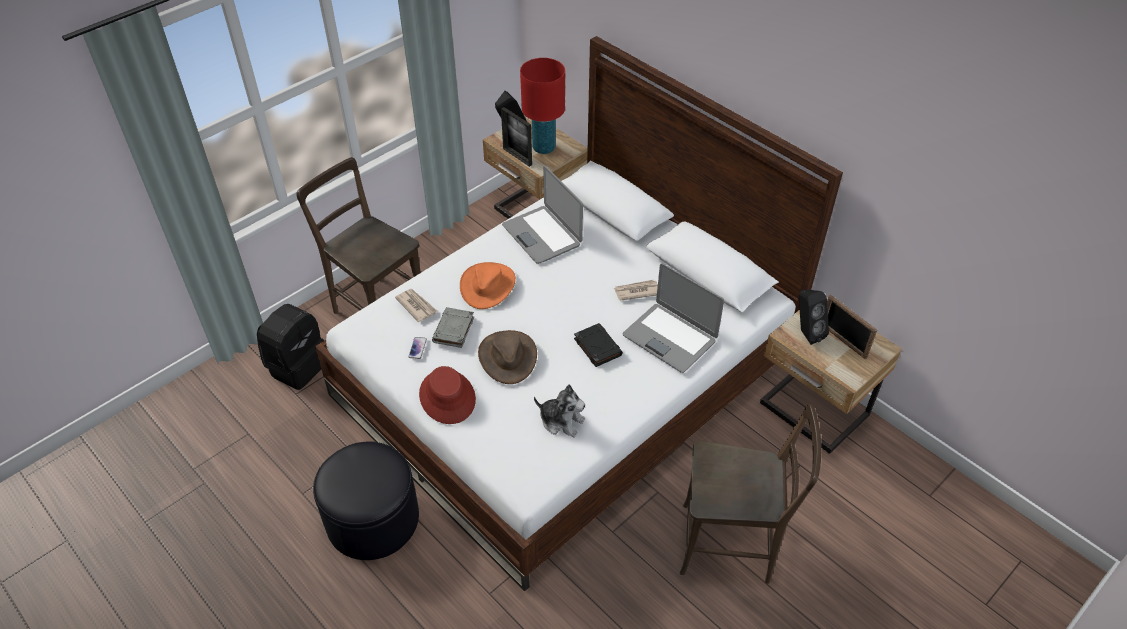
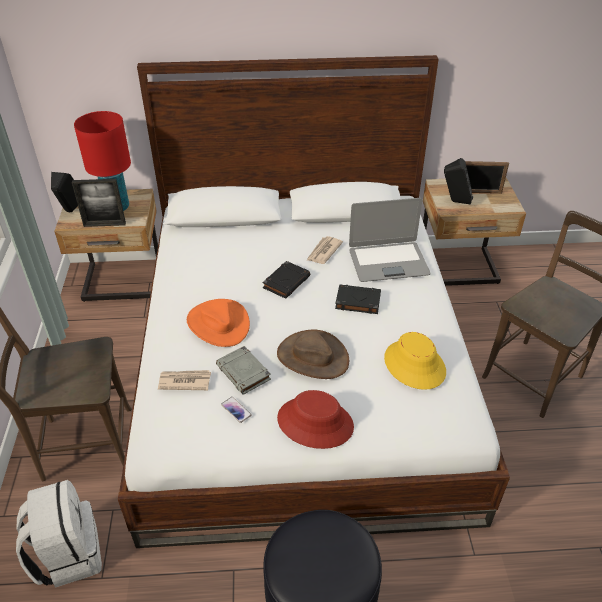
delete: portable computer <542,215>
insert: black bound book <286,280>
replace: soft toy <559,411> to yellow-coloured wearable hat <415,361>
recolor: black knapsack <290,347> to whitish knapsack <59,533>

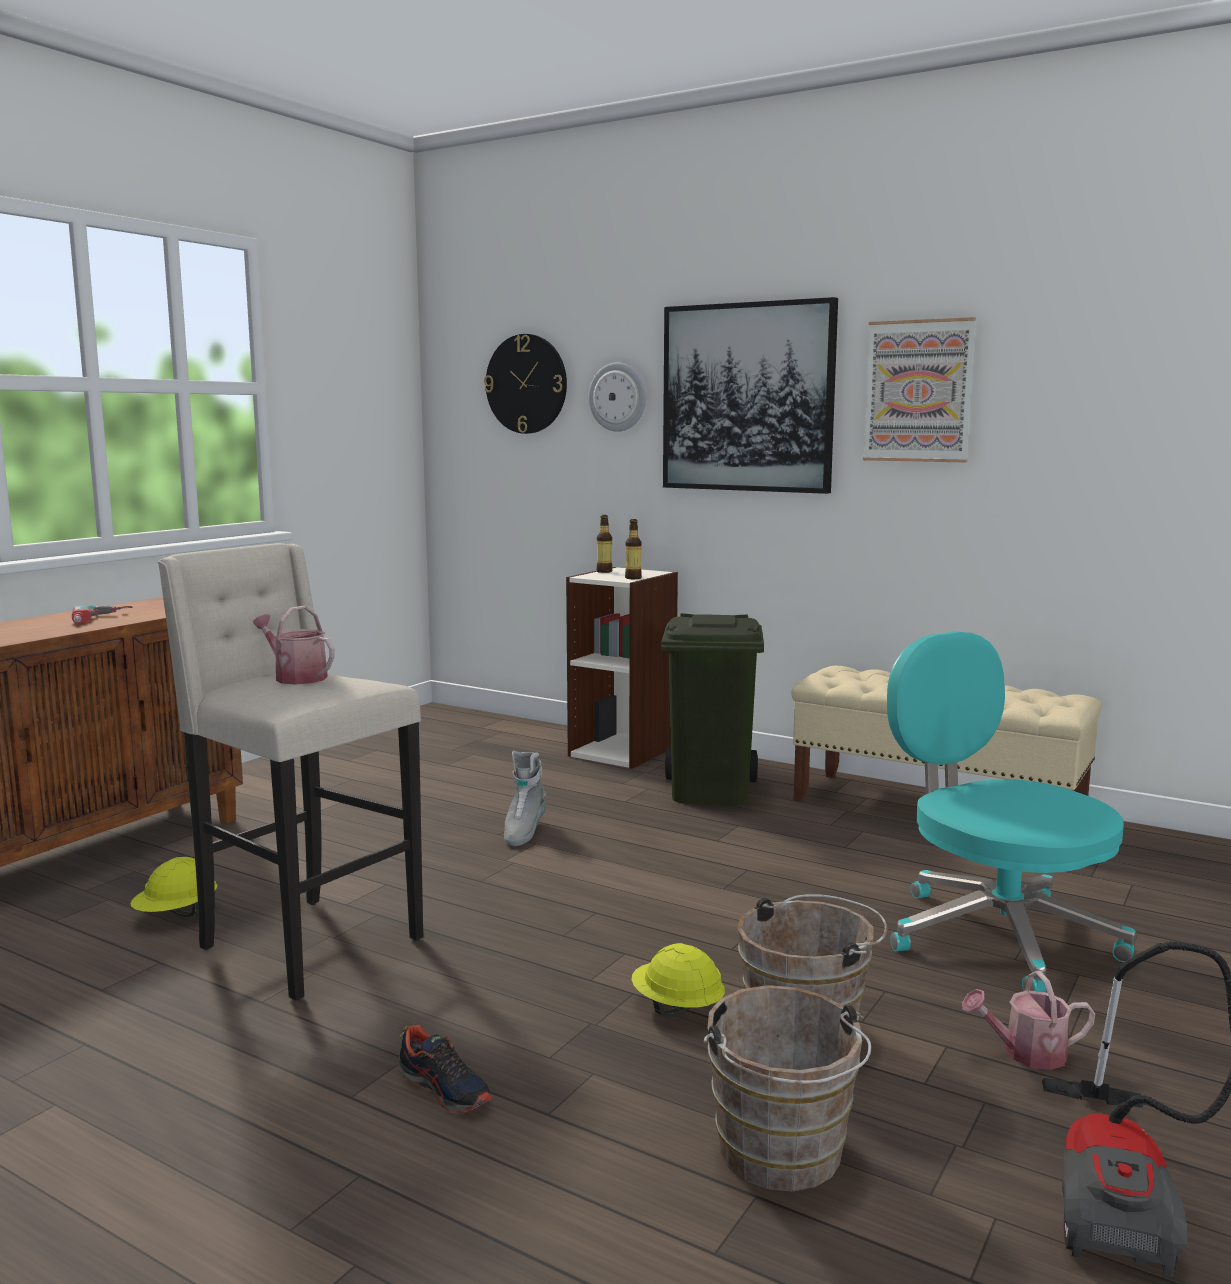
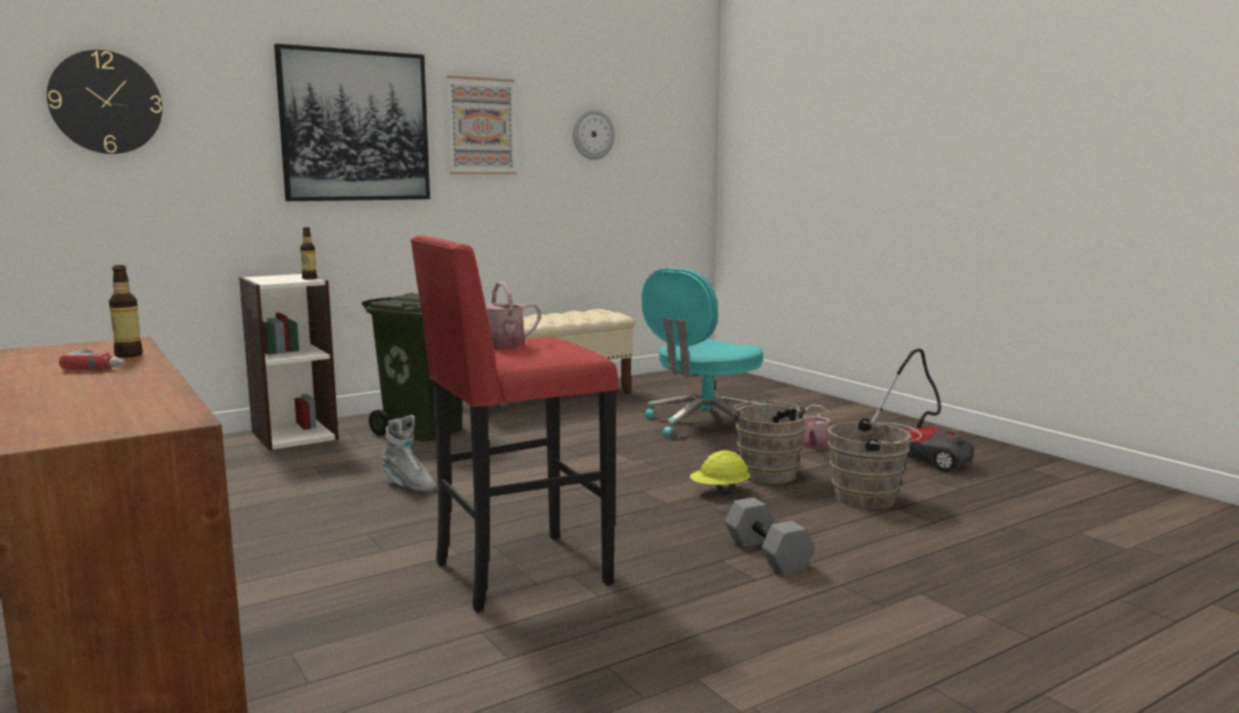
delete: yellow-coloured safety helmet <173,887>
move: beverage bottle <604,544> to <126,311>; wall clock <617,397> to <594,134>
replace: shoe <444,1069> to grey dumbbell <770,536>
recolor: beige stool seat <290,772> to red-coloured stool seat <514,423>
rotate: turquoise-coloured desk chair <1012,811> = <704,353> 45 degrees counterclockwise

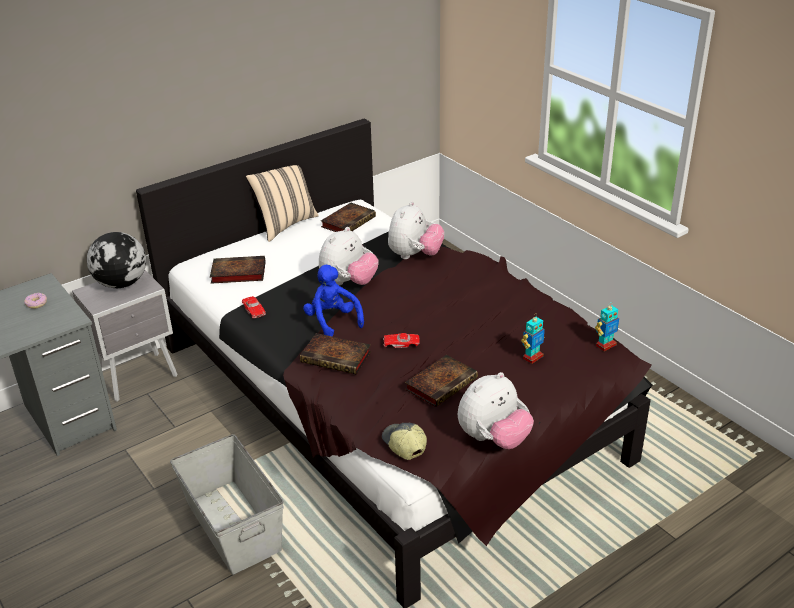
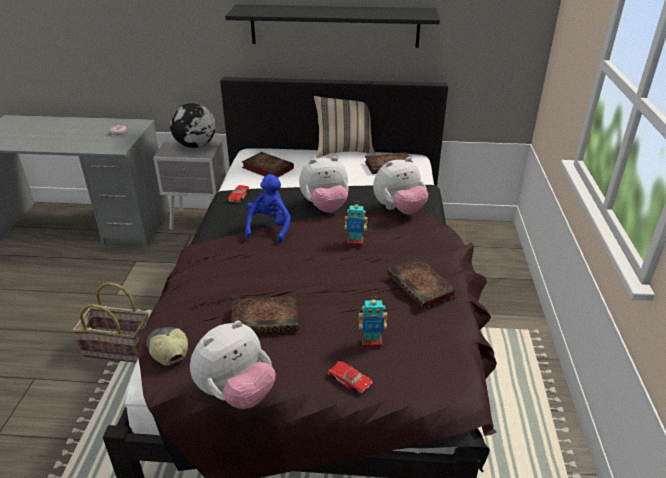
insert: black wall shelf <332,26>
move: red-coloured miniature car <401,340> to <350,377>; robot figure <607,326> to <355,225>; bound book <335,354> to <422,283>
replace: grey storage box <227,504> to household basket <111,322>
rotate: cap <404,441> = <167,346> 45 degrees counterclockwise; soft toy <496,410> = <233,365> 45 degrees counterclockwise

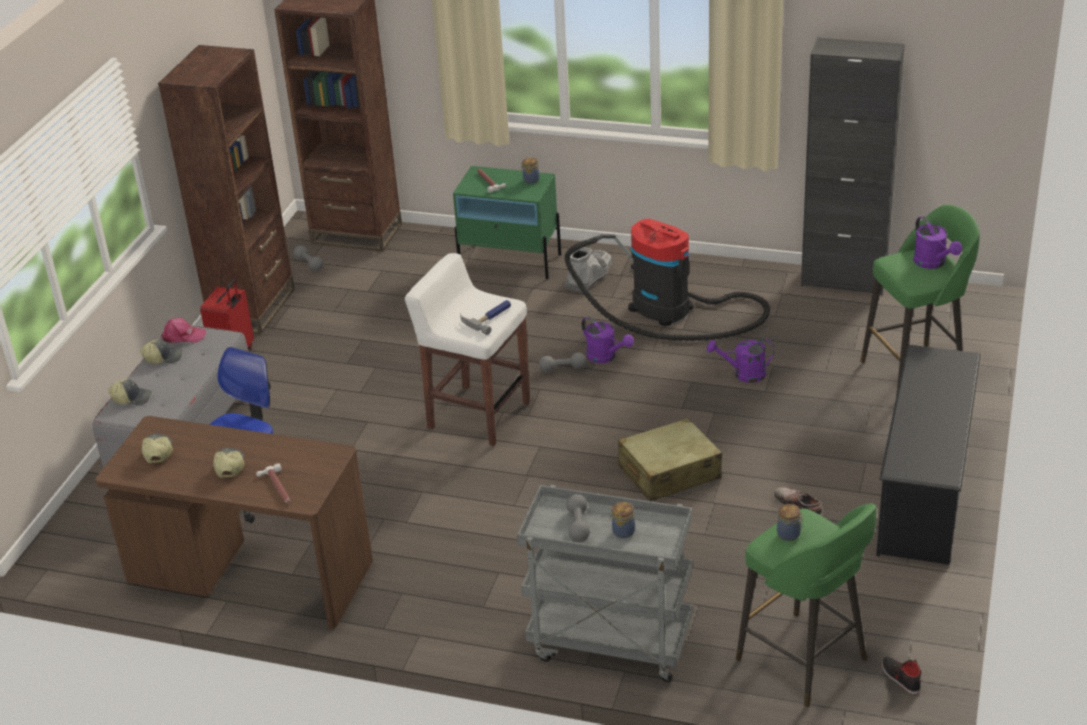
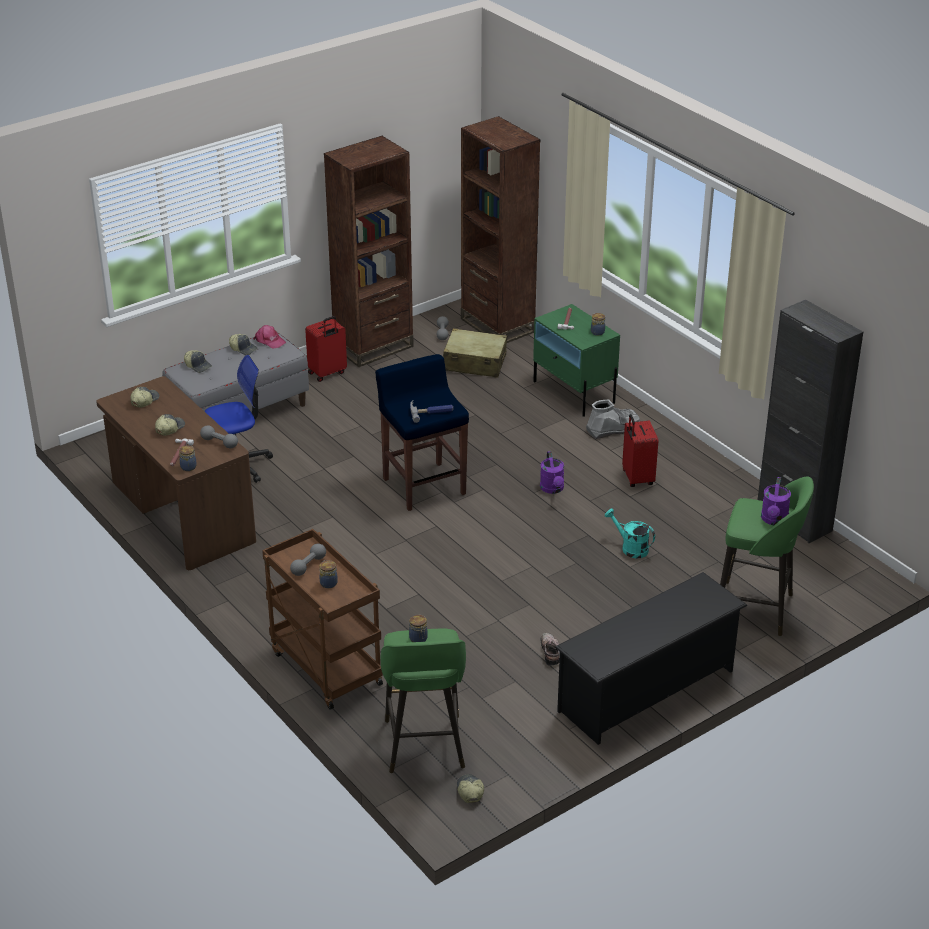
insert: preserve jar <188,458>
move: grey dumbbell <562,362> to <219,436>; beige travel case <670,459> to <475,353>
replace: black shoe <901,675> to cap <470,788>; hoover <667,280> to red-coloured travel case <640,450>
recolor: grey wheeled cart <605,583> to brown wheeled cart <322,619>; whitish stool seat <467,349> to bluish stool seat <422,432>; purple-coloured sprinkling can <741,361> to turquoise-coloured sprinkling can <629,533>

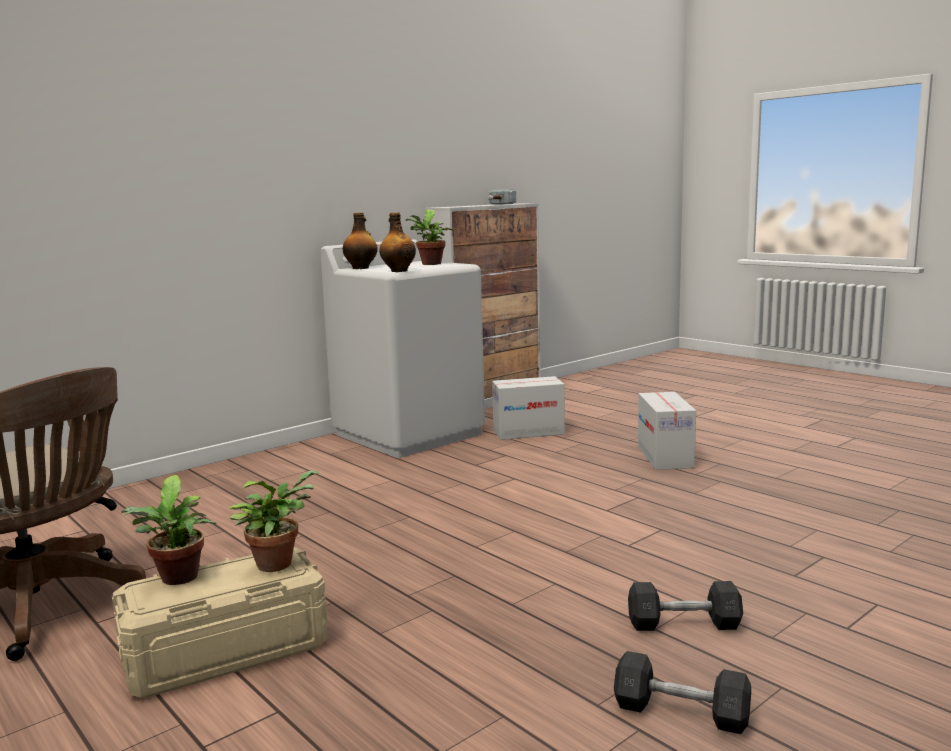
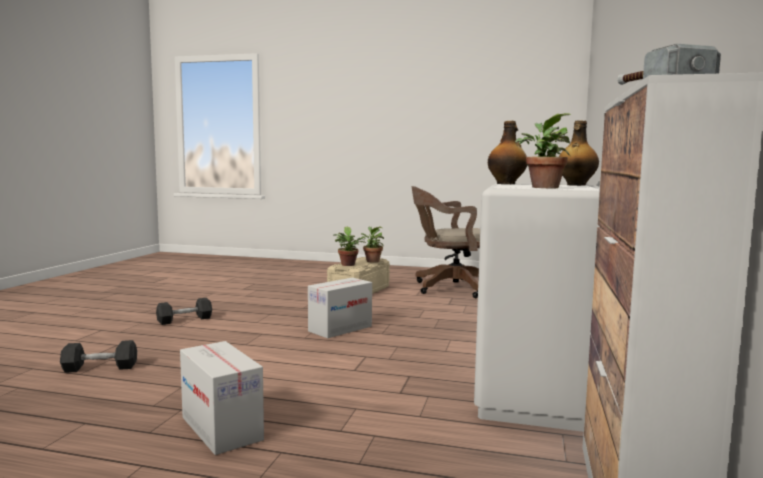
move: grey dumbbell <682,692> to <98,356>; carton <528,408> to <340,308>

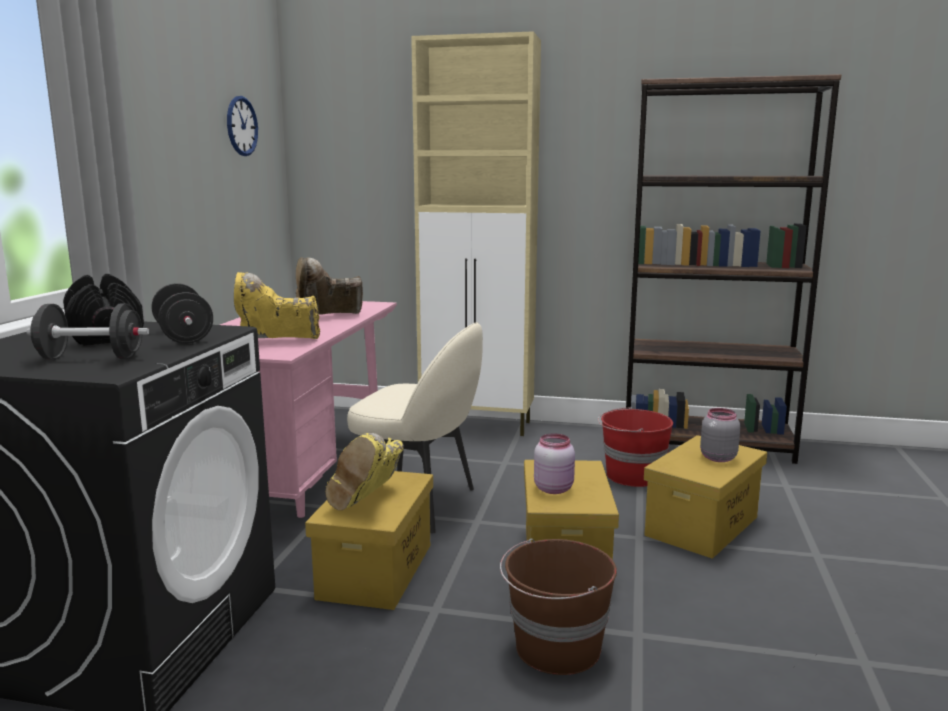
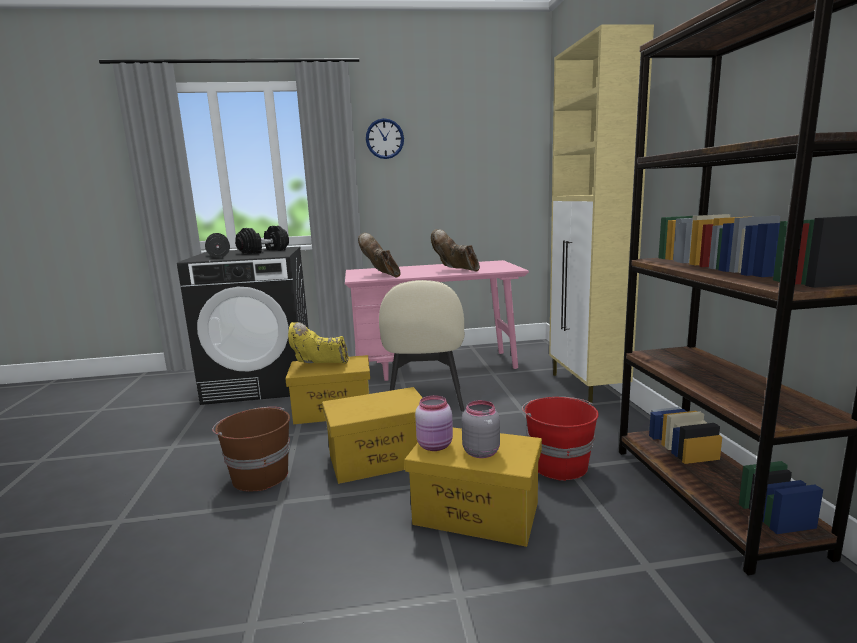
delete: black dumbbell <182,313>
move: wall clock <242,126> to <385,138>; pink-coloured preserve jar <554,463> to <434,423>
recolor: yellow-coloured boot <277,305> to brown boot <379,255>

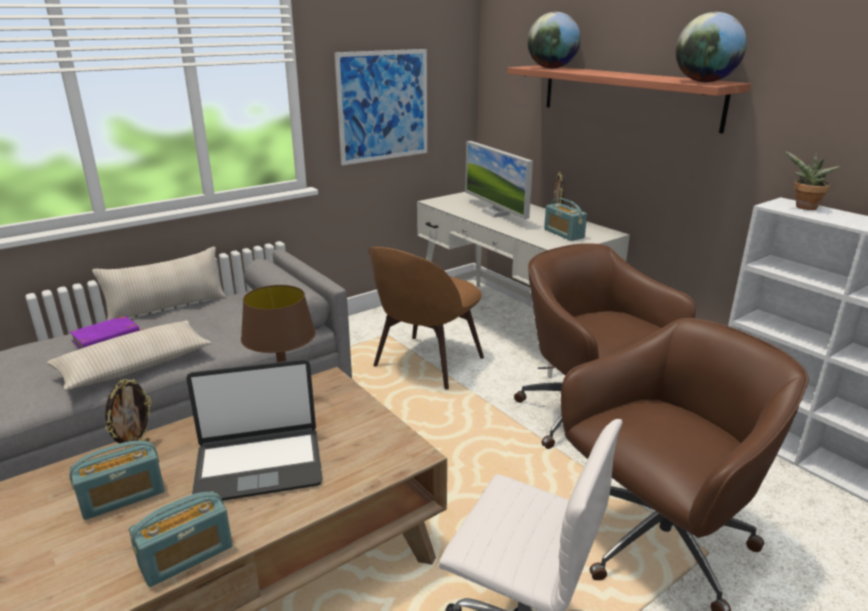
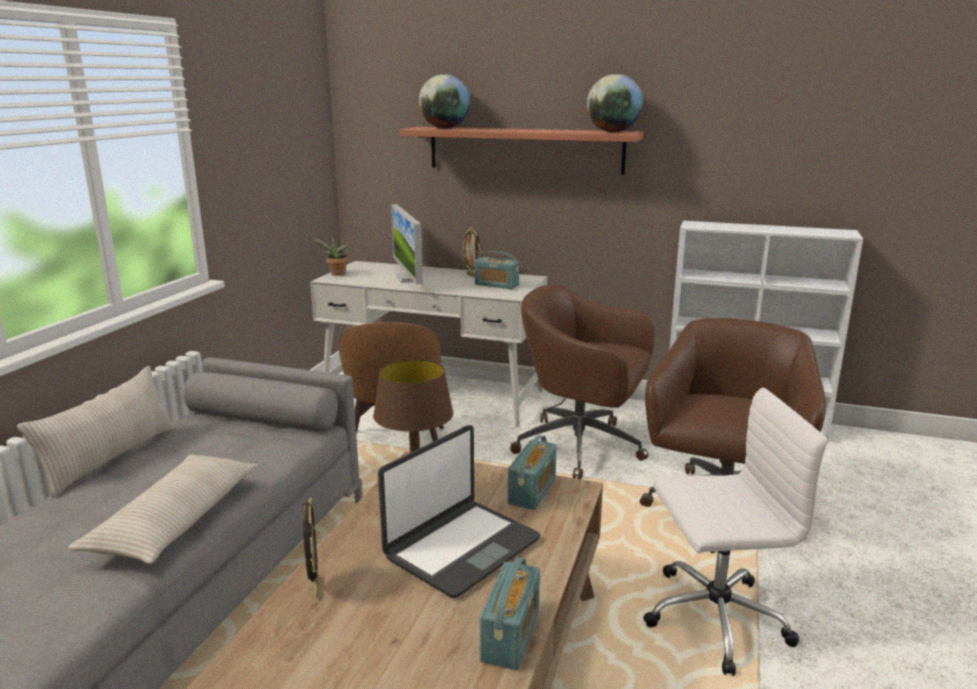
delete: purple-coloured bound book <107,332>; wall picture <380,107>
move: houseplant <812,180> to <330,256>; radio <117,480> to <532,472>
rotate: computer screen <499,180> = <407,244> 45 degrees clockwise

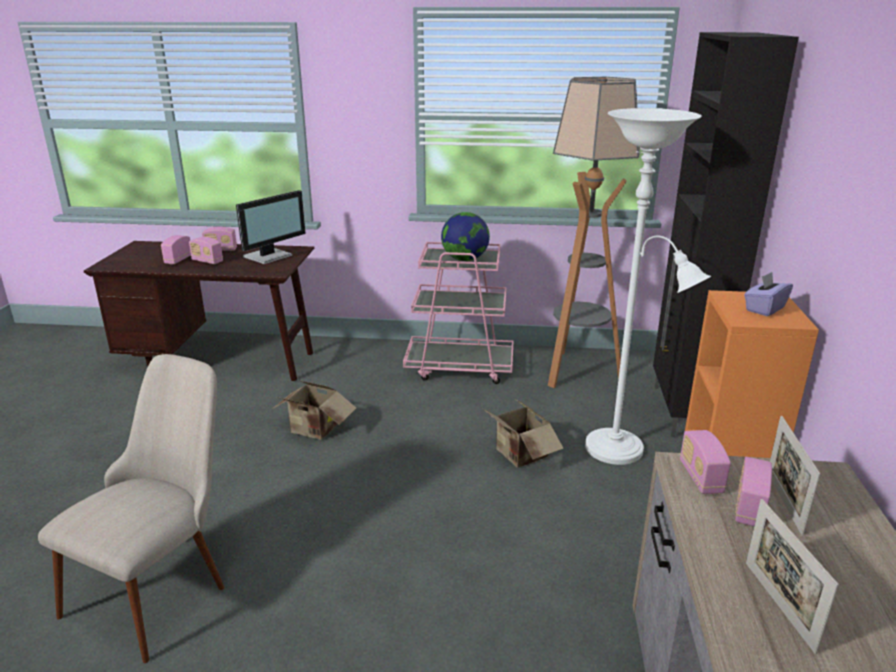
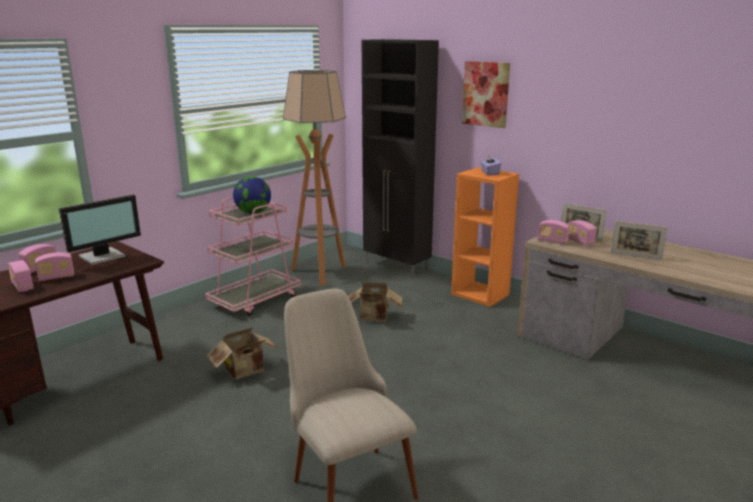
delete: whitish standard lamp <648,286>
insert: wall picture <486,94>
rotate: computer screen <271,227> = <100,229> 60 degrees clockwise

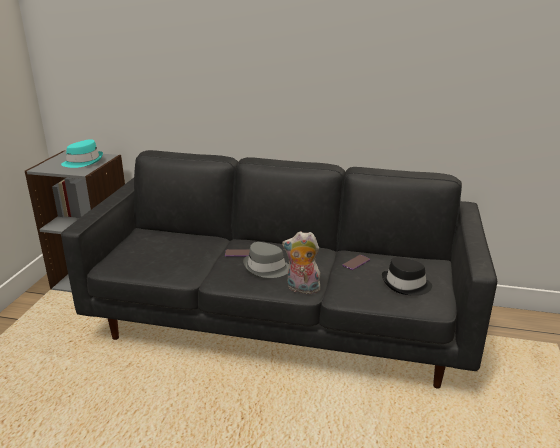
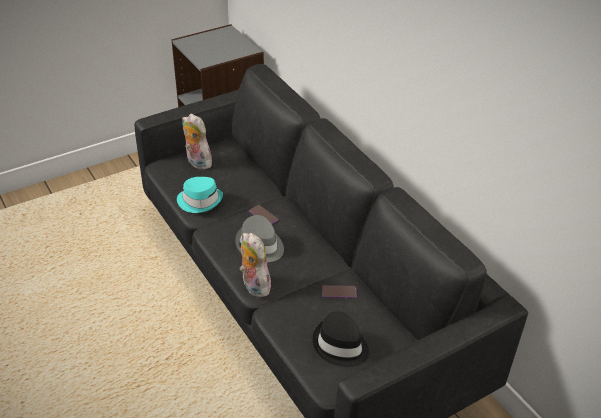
insert: soft toy <197,142>
move: turquoise-coloured wearable hat <82,153> to <200,195>

